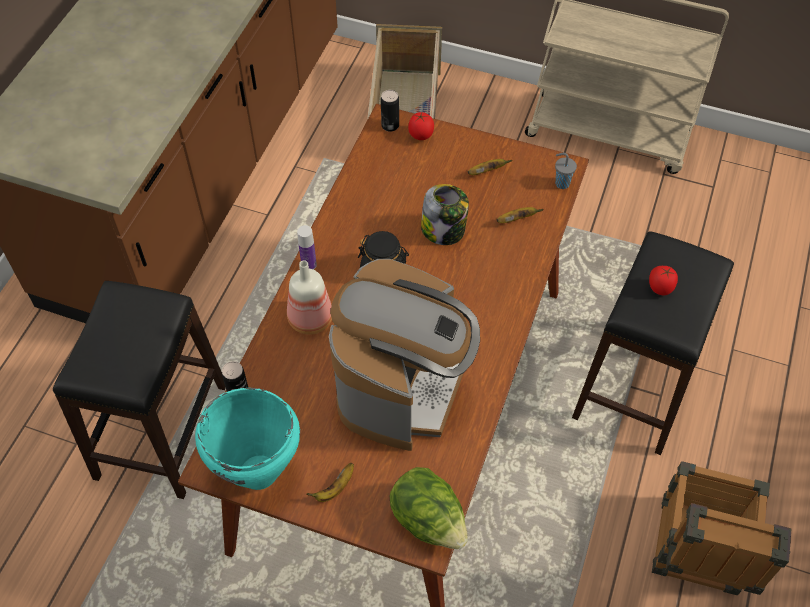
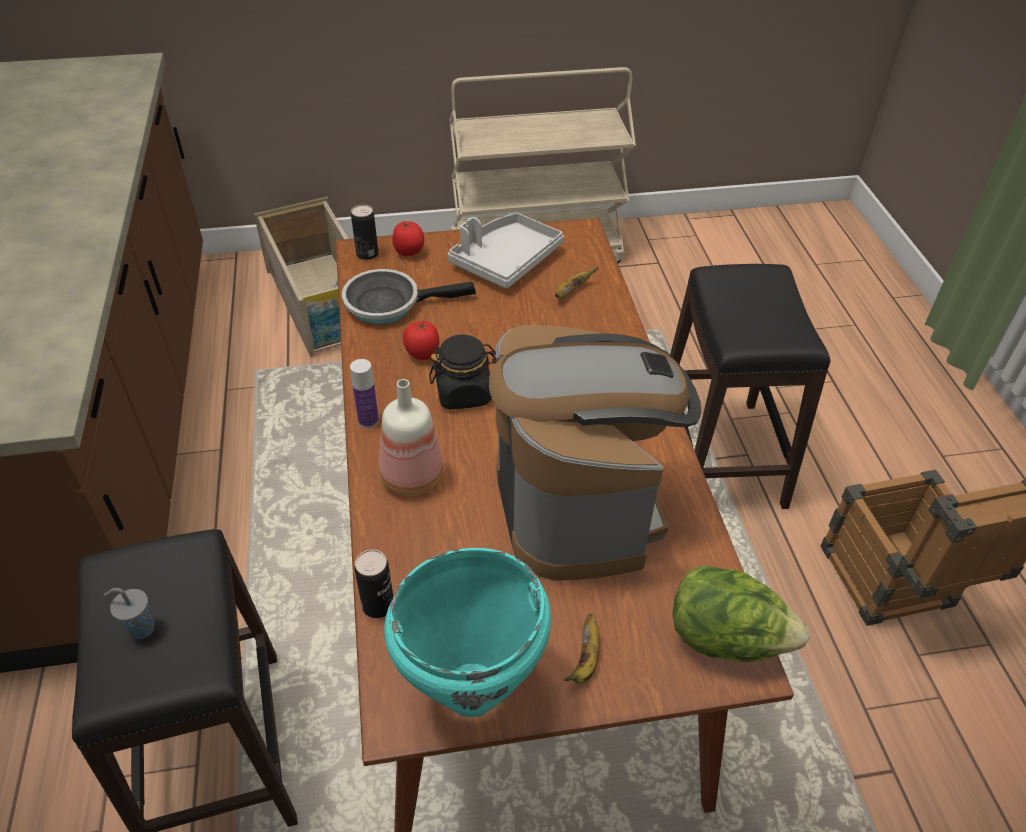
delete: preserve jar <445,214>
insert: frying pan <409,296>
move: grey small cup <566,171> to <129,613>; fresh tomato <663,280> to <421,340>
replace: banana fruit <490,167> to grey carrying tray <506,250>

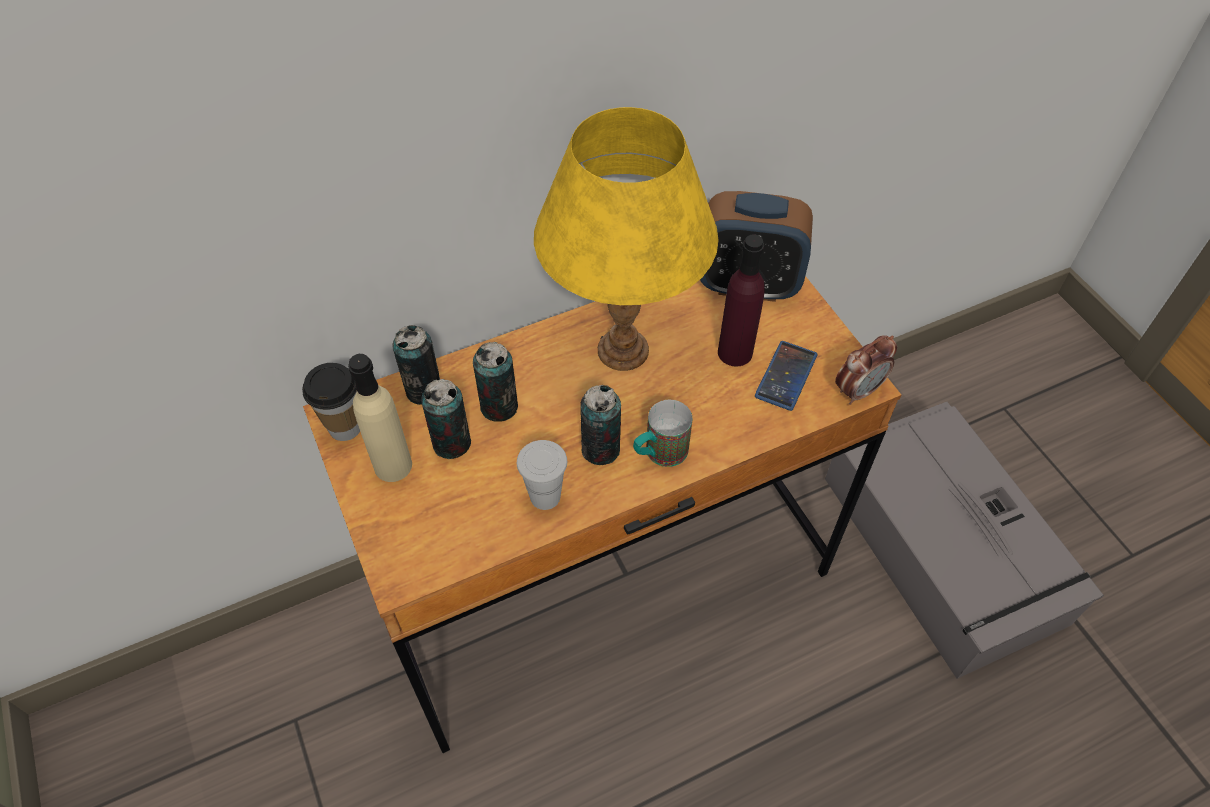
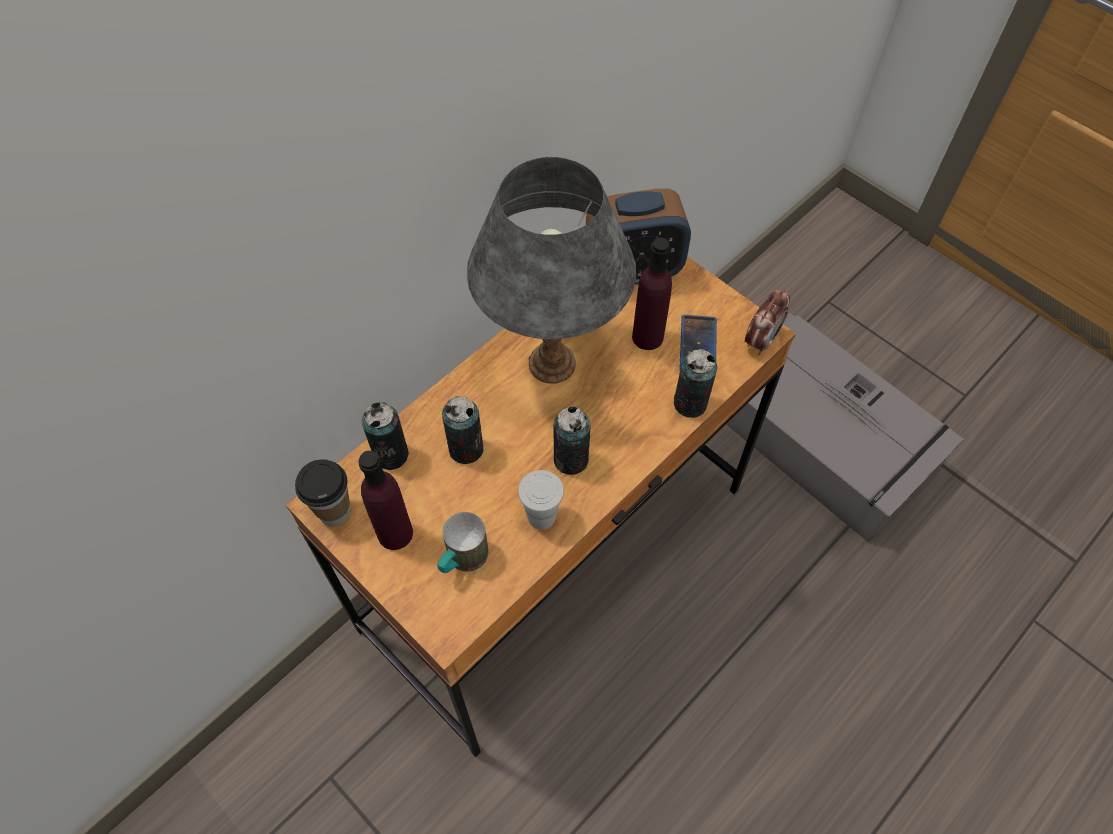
move: mug <662,433> to <463,542>; metal can <446,419> to <695,383>
recolor: beige beverage bottle <380,418> to purple-coloured beverage bottle <385,500>; yellow-coloured lamp for a table <626,239> to grey lamp for a table <551,270>

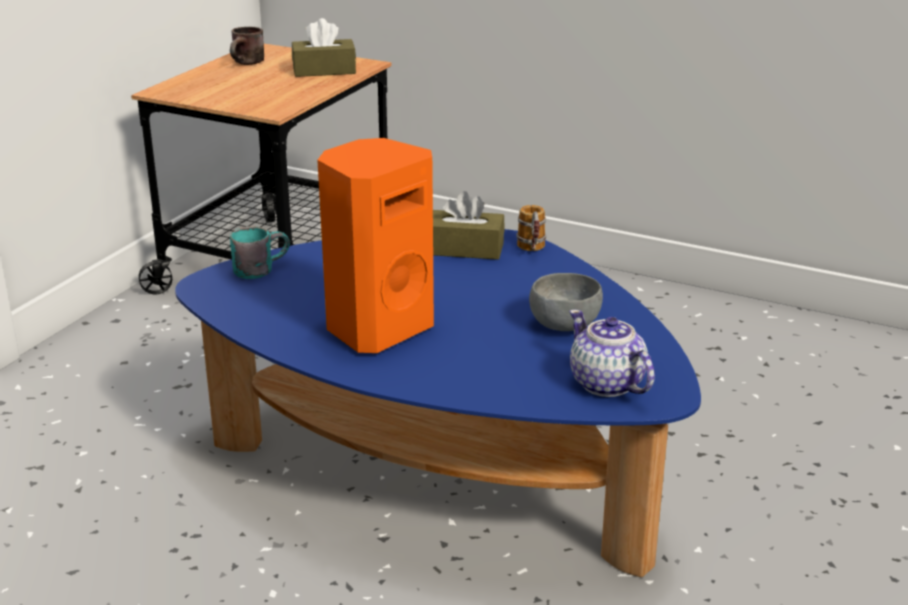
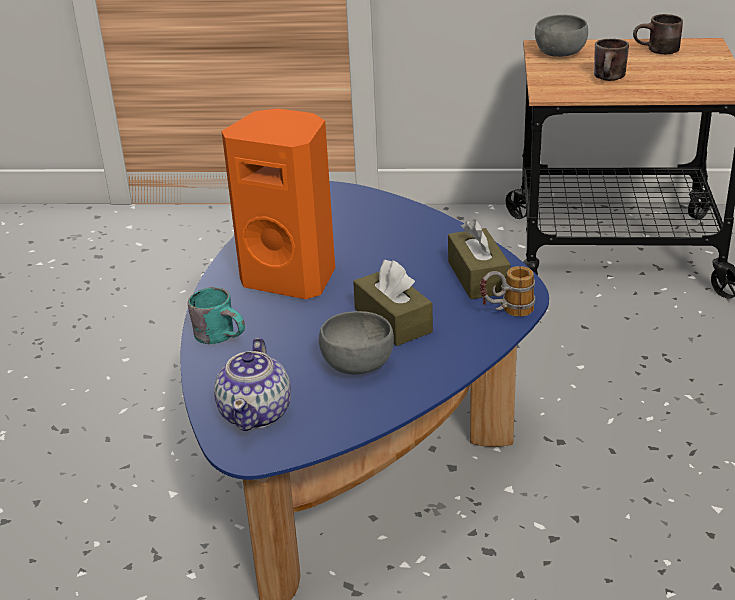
insert: grey bowl <561,36>; brown mug <611,60>
move: turquoise-coloured mug <260,252> to <216,315>; brown tissue box <324,47> to <393,303>
rotate: tea pot <612,353> = <252,384> 150 degrees clockwise

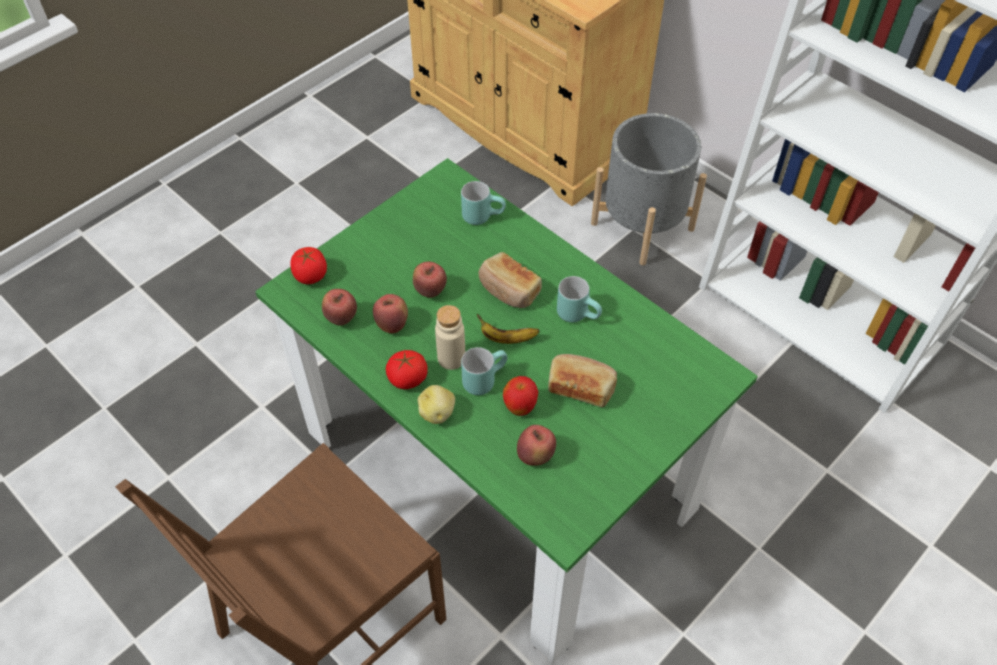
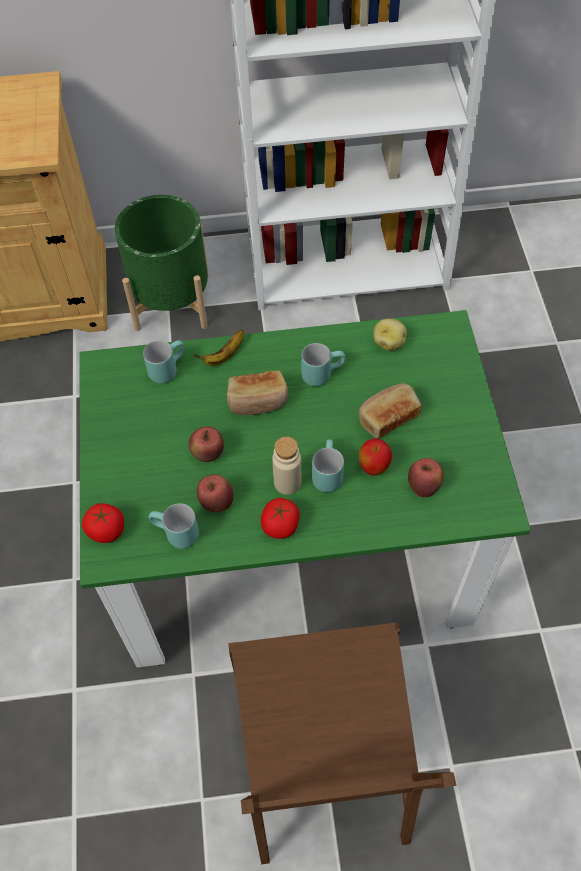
move: banana fruit <508,329> to <219,347>; whole potato <436,404> to <390,335>
replace: apple <339,307> to turquoise-coloured mug <174,526>
recolor: grey flower pot <649,189> to greenish flower pot <162,263>

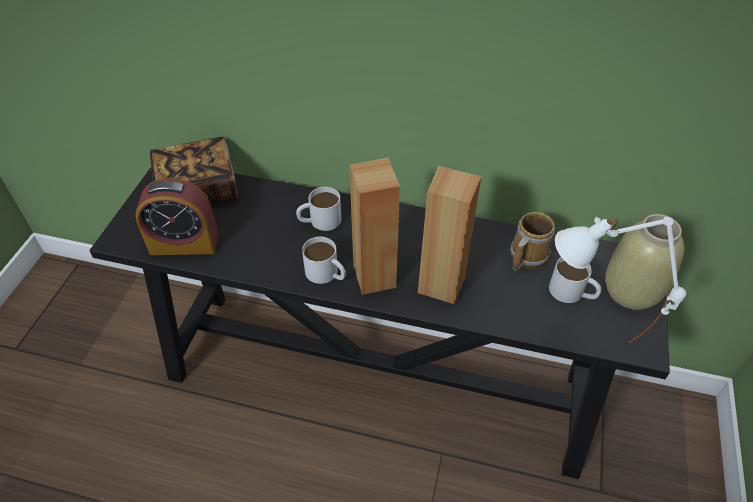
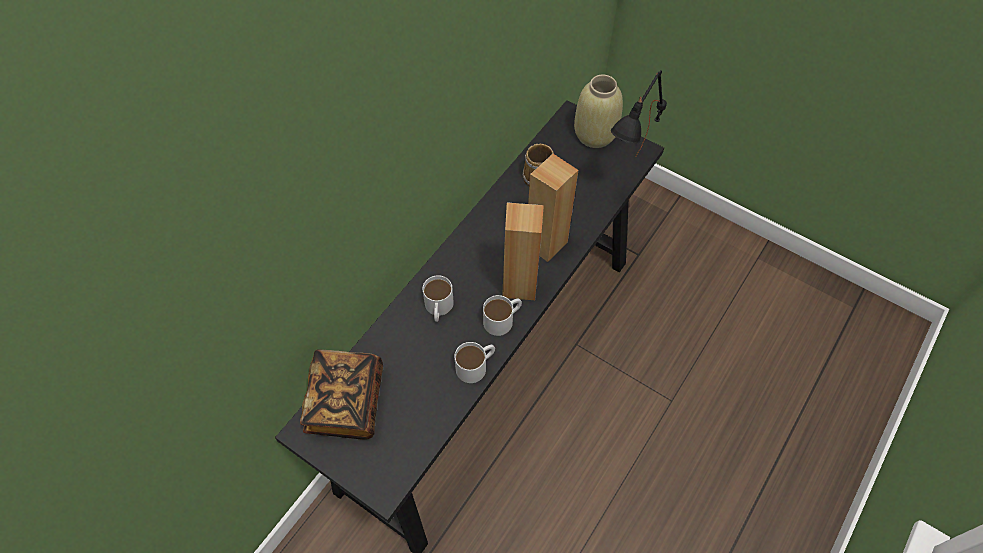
delete: table clock <177,216>
move: whitish mug <575,280> to <474,362>
recolor: whitish lamp for a table <620,279> to black lamp for a table <639,113>

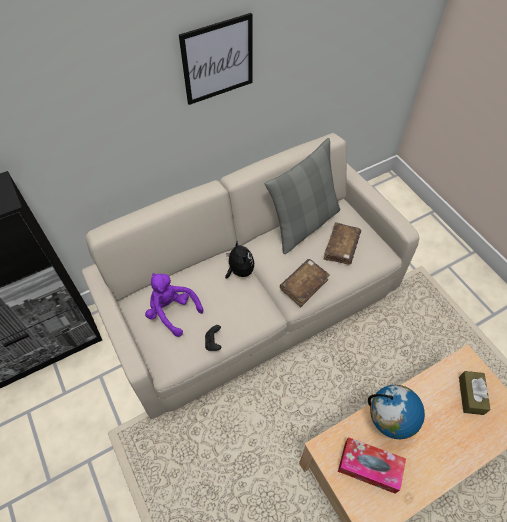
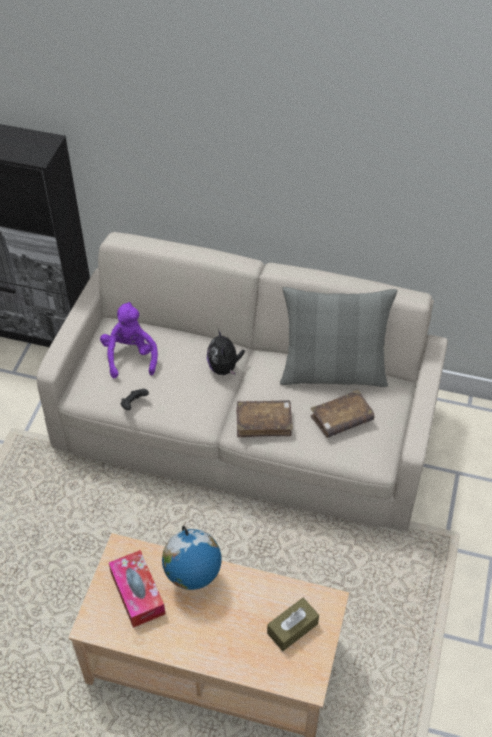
delete: wall picture <215,59>
rotate: soft toy <239,260> = <226,352> 150 degrees clockwise

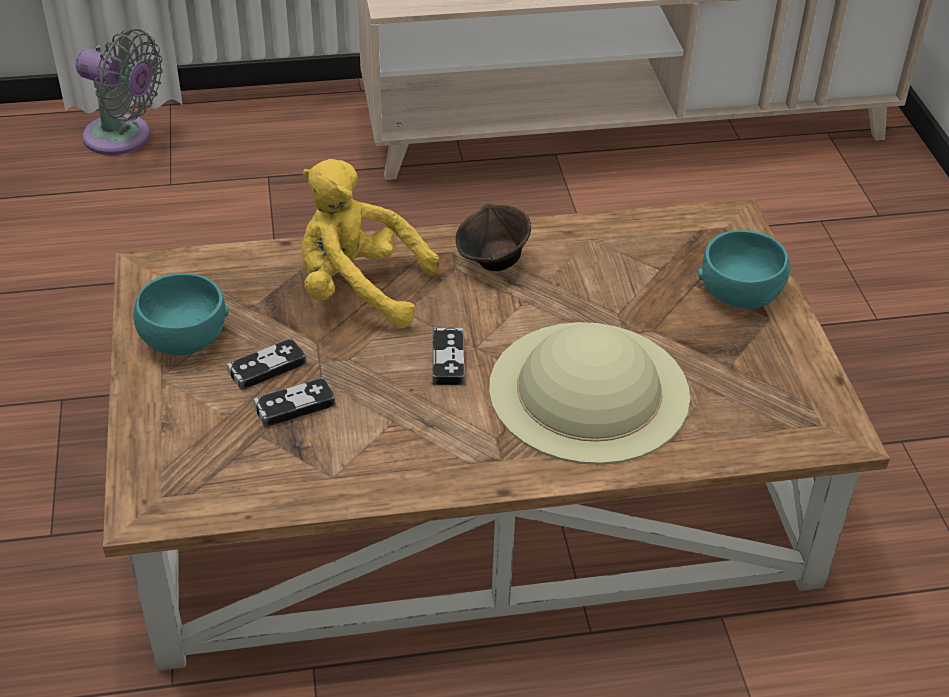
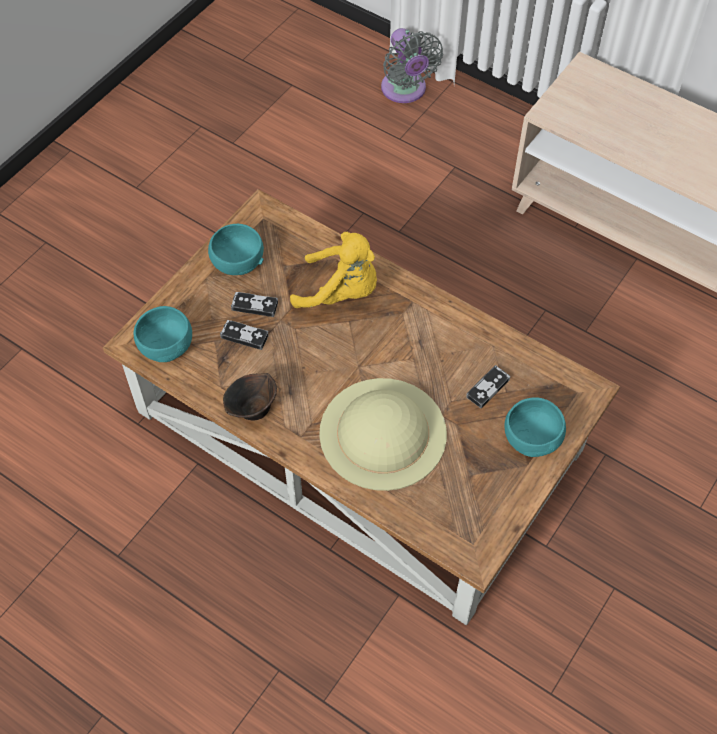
insert: turquoise-coloured bowl <163,334>
move: brown bowl <493,237> to <250,397>; game controller <449,356> to <488,386>
rotate: yellow-coloured soft toy <370,243> = <333,270> 135 degrees clockwise

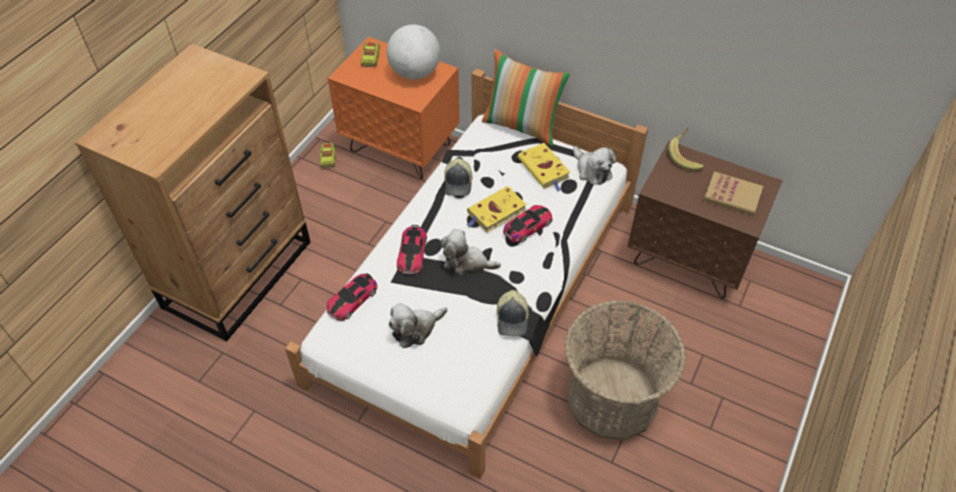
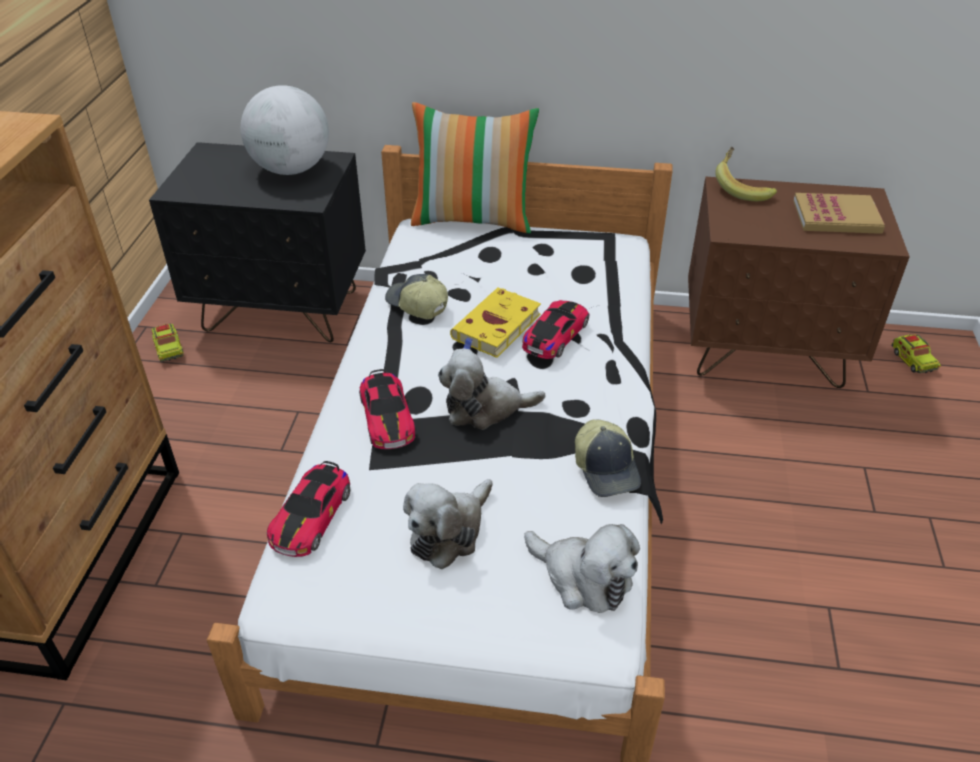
delete: yellow-coloured bound book <544,167>; household basket <625,370>
move: soft toy <594,165> to <582,568>; model truck <370,54> to <916,353>
recolor: orange bedside table <394,108> to black bedside table <257,242>
rotate: cap <458,177> = <416,297> 150 degrees clockwise

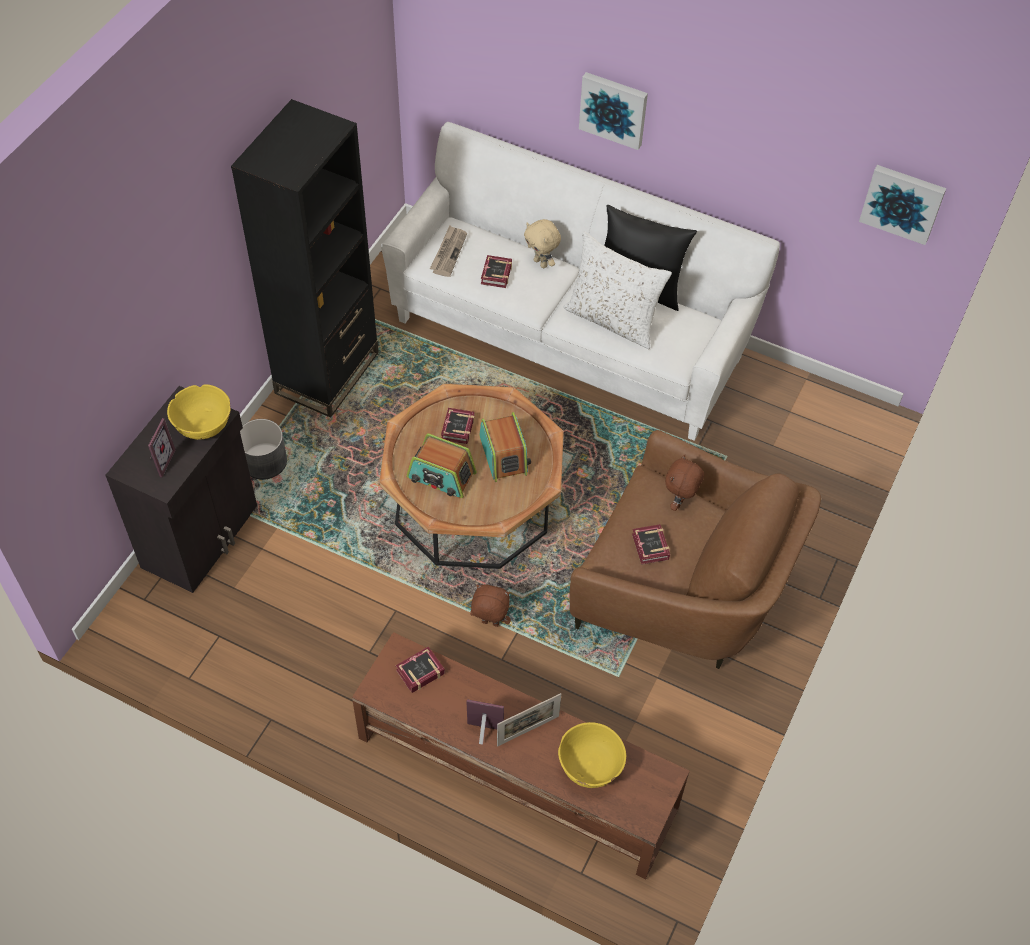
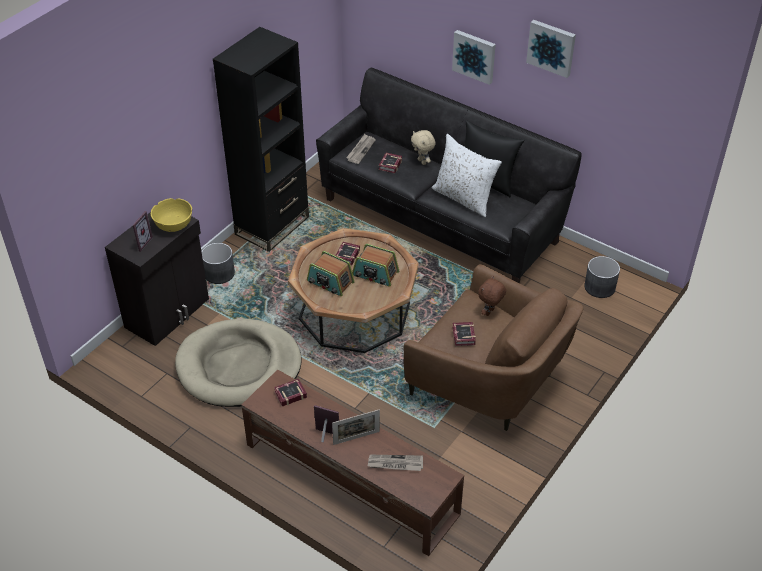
delete: brown soft toy <490,605>
insert: beige pet bed <238,362>; grey flower pot <602,277>
move: wall picture <902,205> to <551,49>
replace: yellow-coloured bowl <592,755> to newspaper <395,463>
recolor: whitish sofa <580,281> to black sofa <449,175>
rotate: radio <505,447> = <375,265> 120 degrees clockwise

